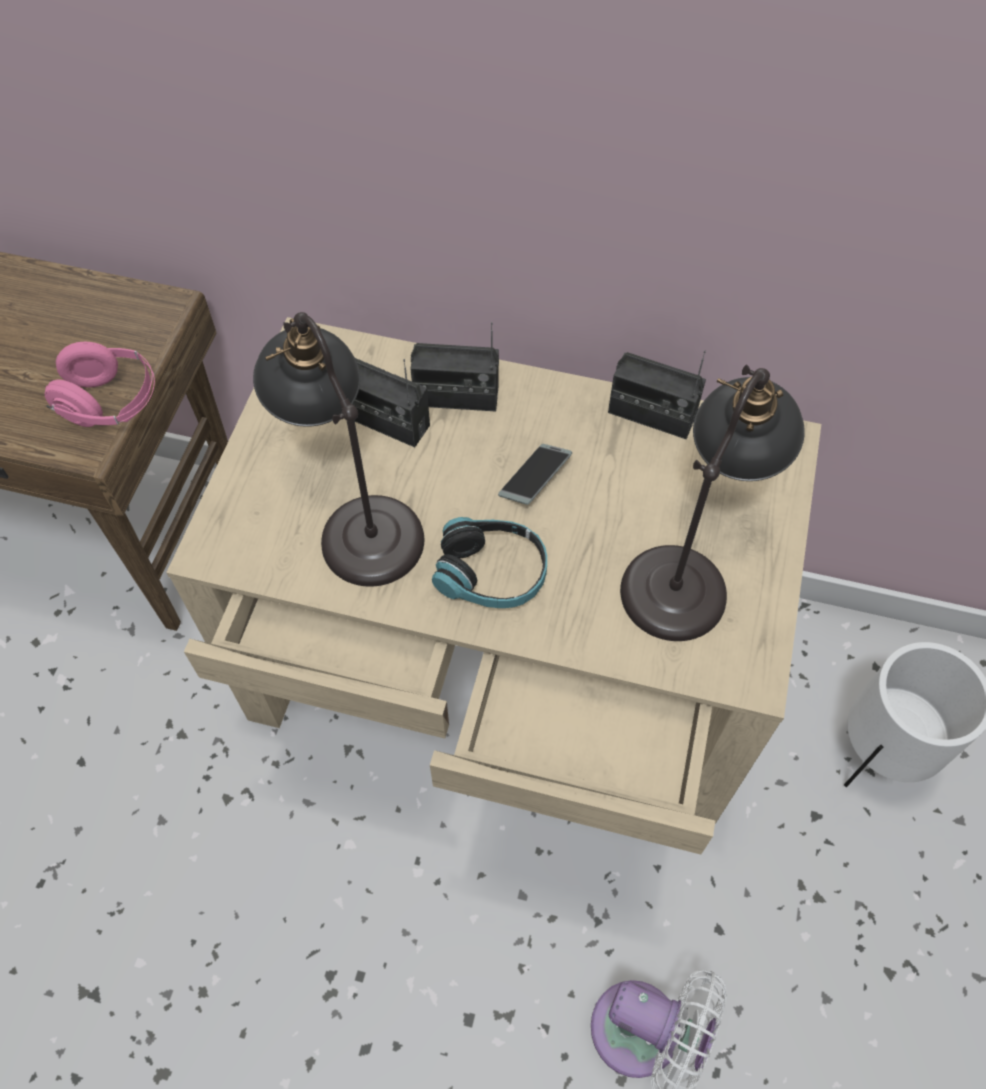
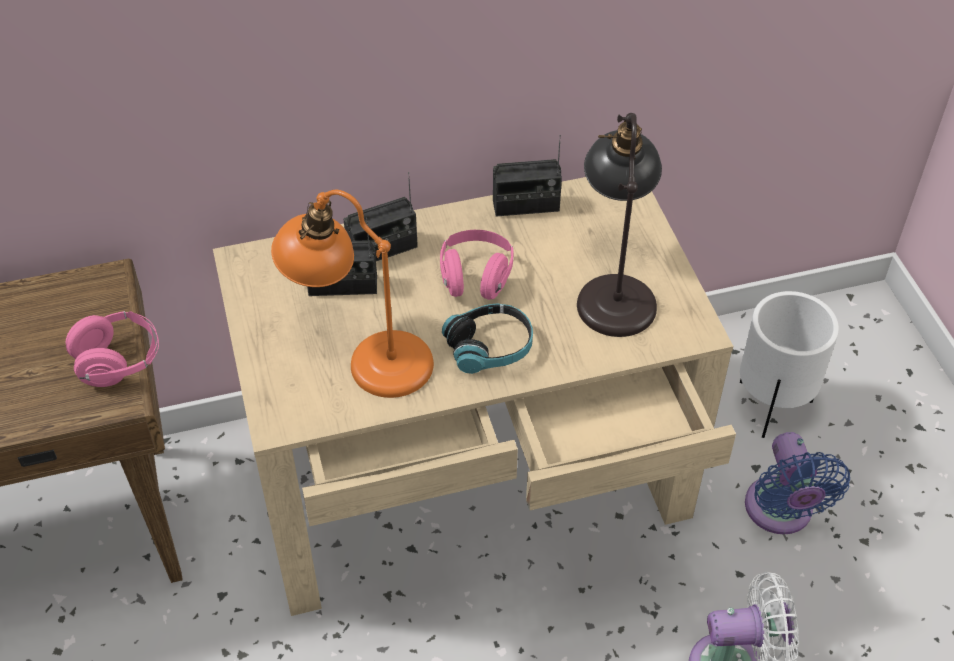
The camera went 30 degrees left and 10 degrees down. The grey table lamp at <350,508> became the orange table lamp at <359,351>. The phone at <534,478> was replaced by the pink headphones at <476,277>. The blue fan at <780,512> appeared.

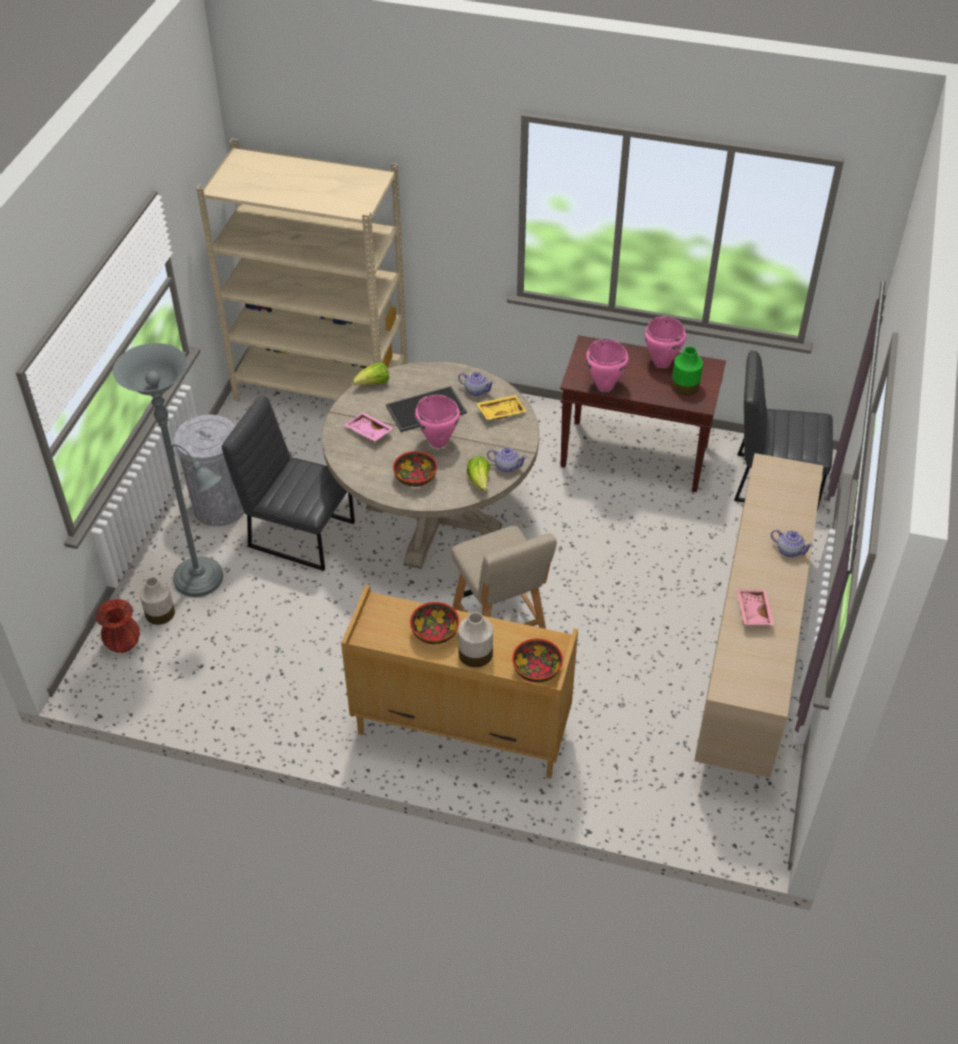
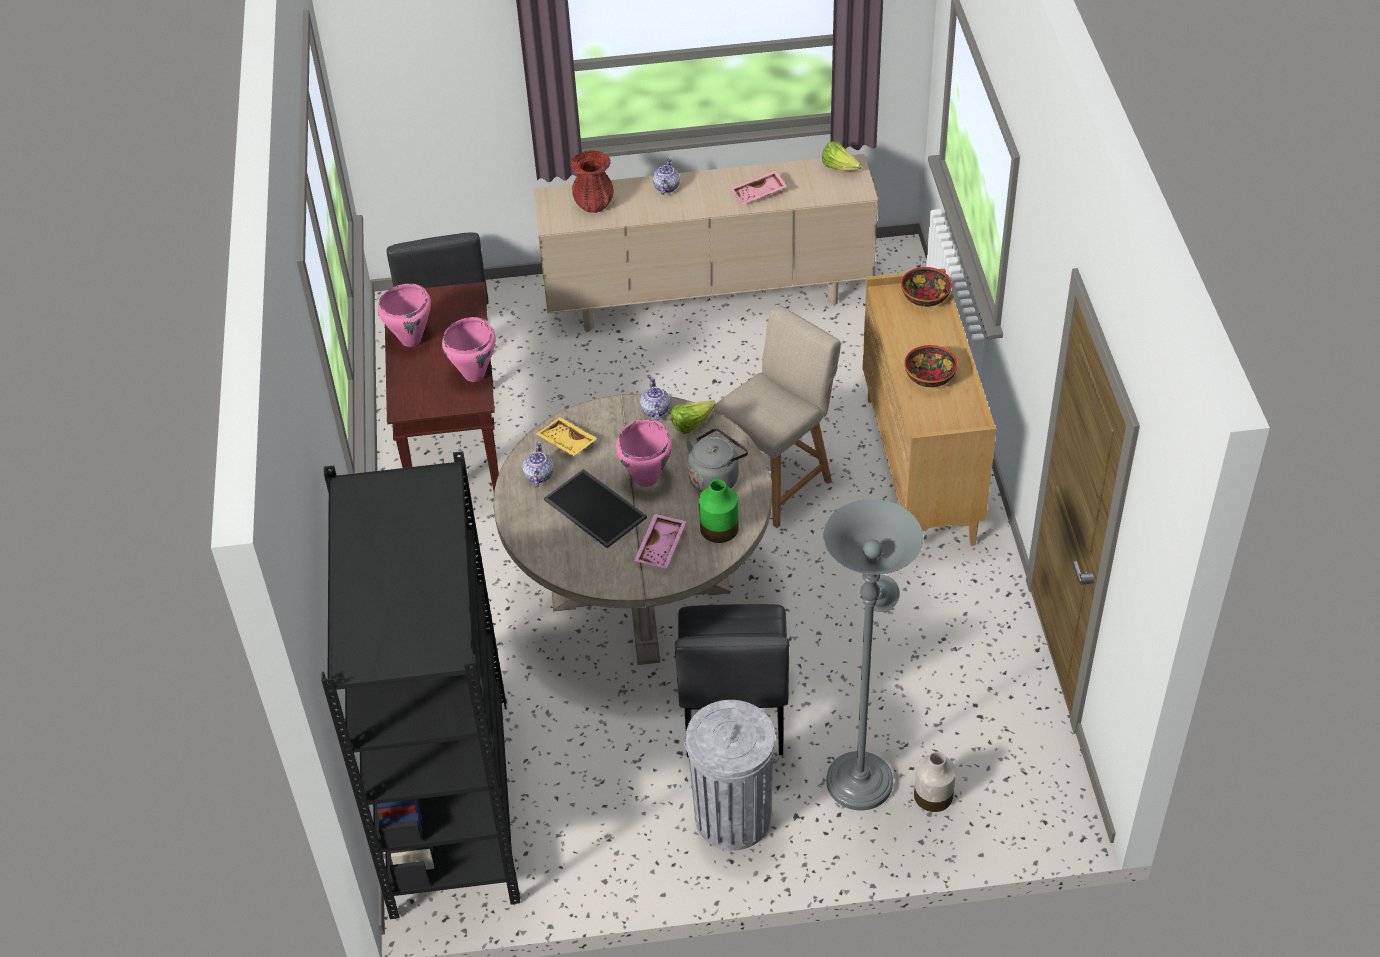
The camera went 110 degrees left and 0 degrees up. The beige bookcase at <322,387> became the black bookcase at <450,805>. The red vase moved from <123,643> to <594,204>. The bowl at <415,478> was replaced by the grey kettle at <716,478>. The green vase moved from <685,386> to <719,528>. The lettuce moved from <373,384> to <839,167>. The beige vase at <476,653> disappeared.

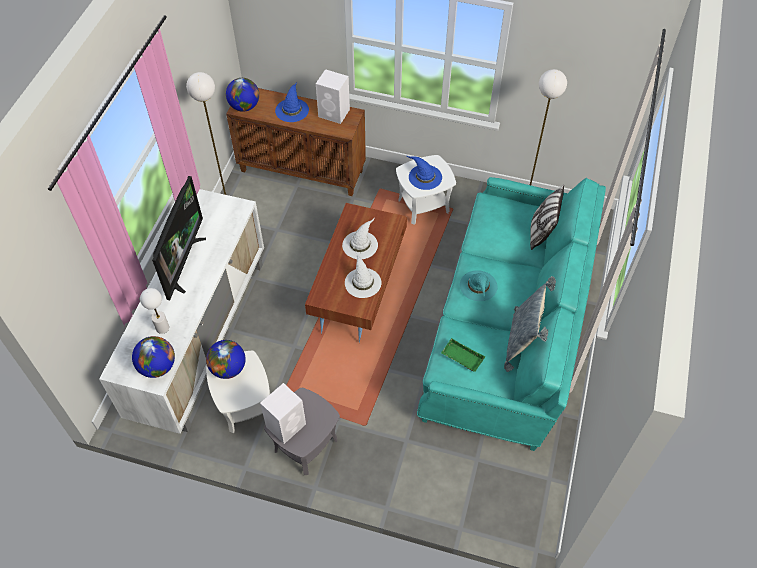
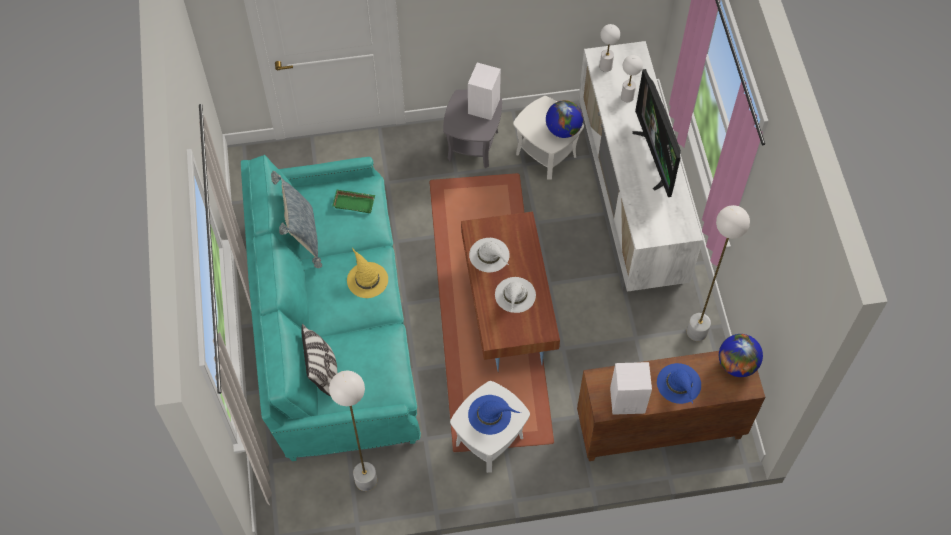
The camera went 155 degrees right and 5 degrees up. The turquoise hat at <478,286> became the yellow hat at <367,279>. The globe at <157,367> was replaced by the white table lamp at <605,66>.

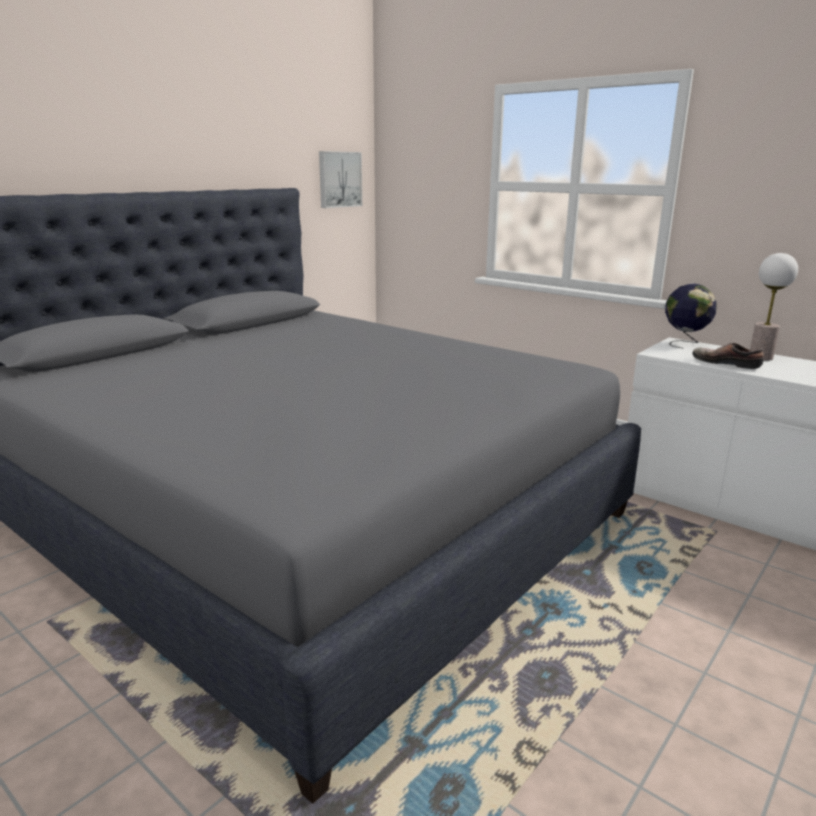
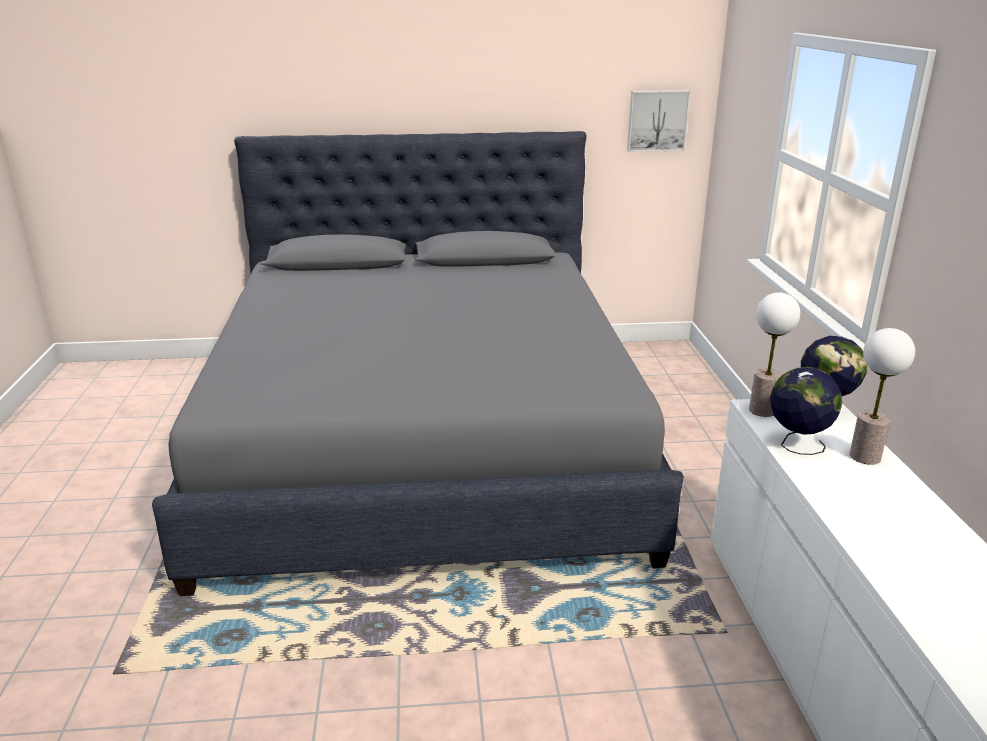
The camera went 45 degrees right and 5 degrees up. The table lamp at <762,410> appeared. The shoe at <726,363> was replaced by the globe at <797,445>.

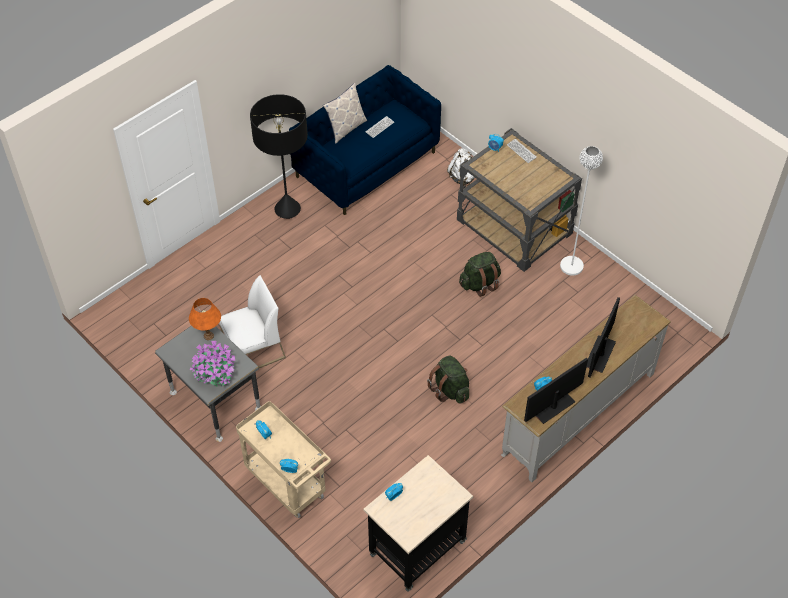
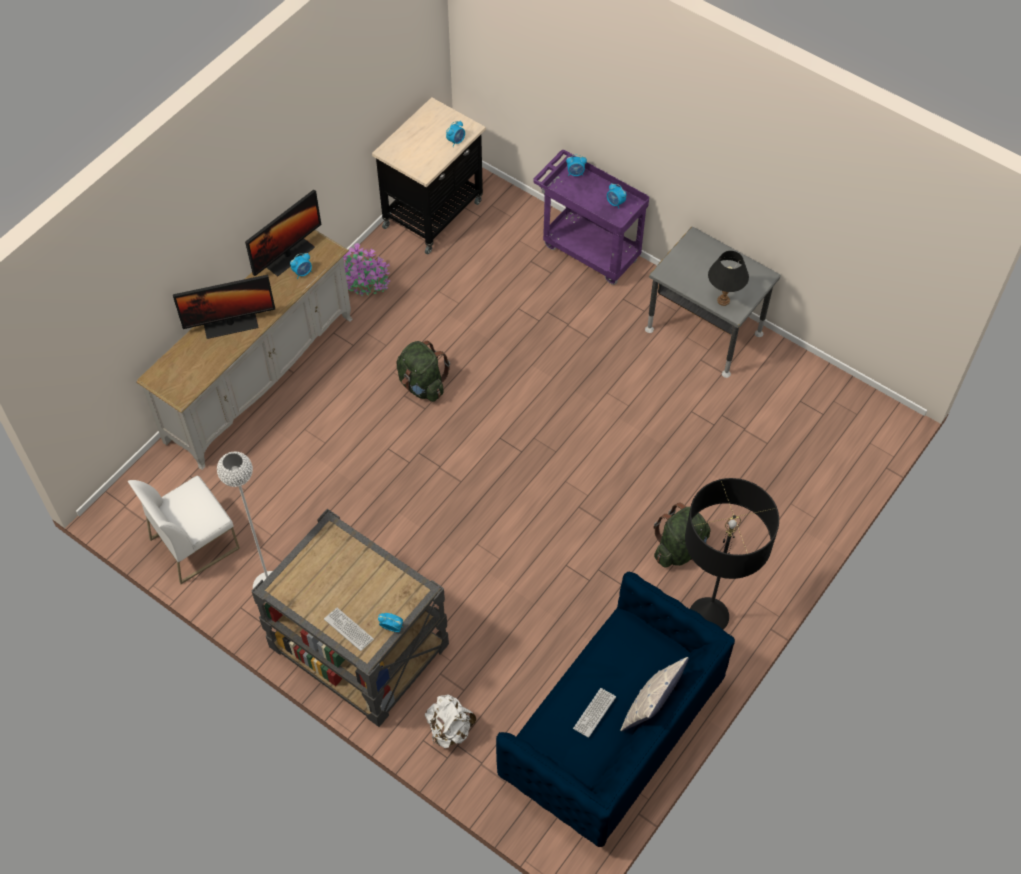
The camera went 170 degrees right and 5 degrees up. The white chair moved from <254,350> to <195,543>. The monitor at <600,354> turned 60 degrees clockwise. The potted plant moved from <215,373> to <365,282>. The beige cart at <288,486> became the purple cart at <587,252>. The green backpack moved from <479,284> to <679,549>. The orange table lamp at <208,336> became the black table lamp at <723,300>.

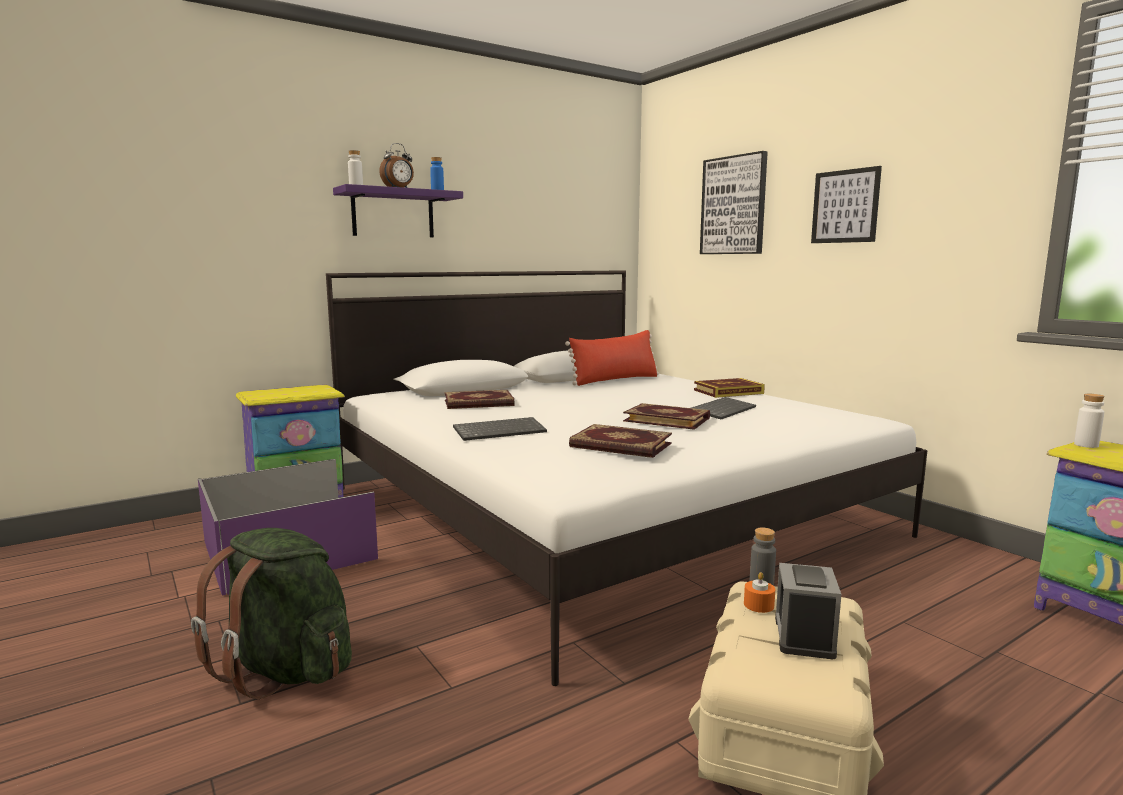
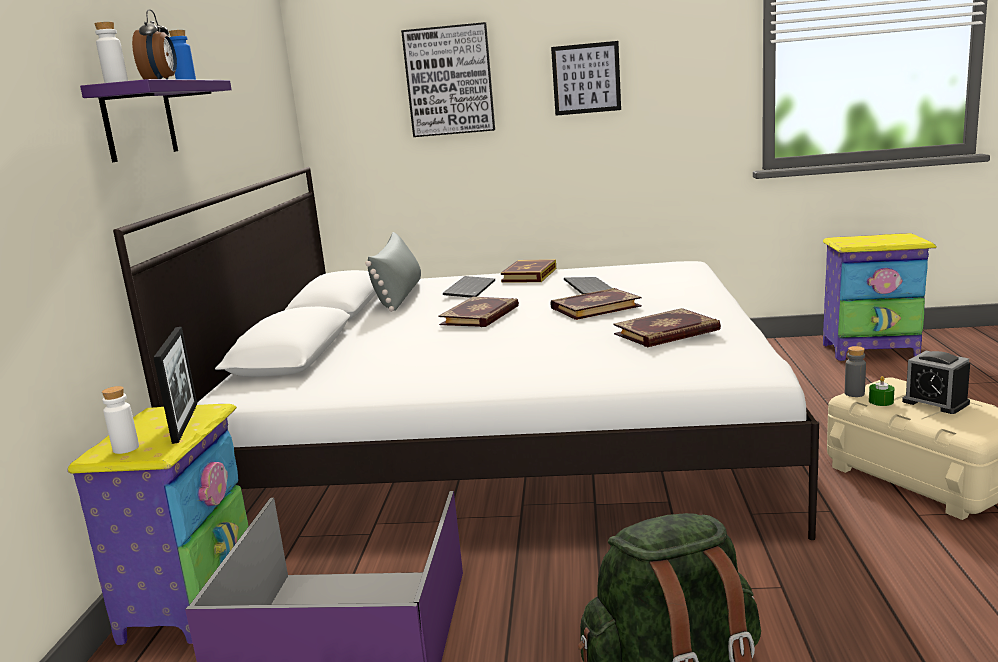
The camera went 50 degrees left and 5 degrees up. The white bottle moved from <1086,445> to <126,448>. The picture frame at <185,422> appeared. The red pillow at <615,380> became the grey pillow at <399,296>. The book moved from <479,403> to <481,315>. The keyboard moved from <500,431> to <469,289>. The orange candle at <758,605> became the green candle at <881,401>.

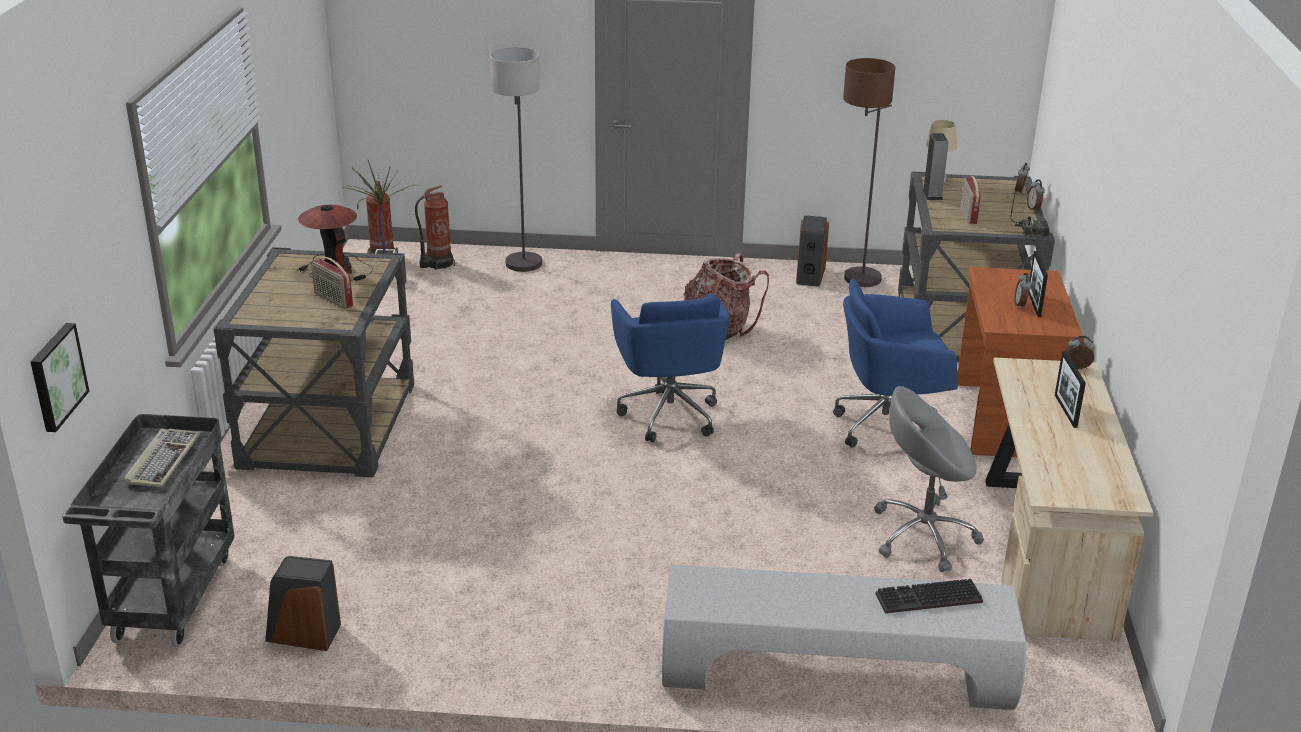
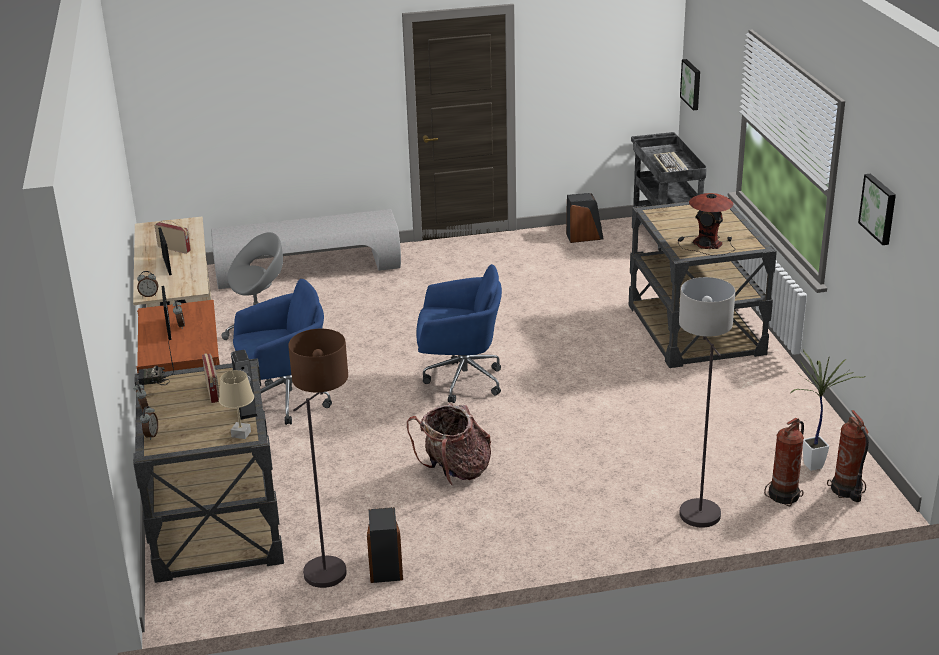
The camera went 165 degrees right and 0 degrees up. The radio moved from <333,300> to <174,249>. The blue office chair at <668,414> turned 120 degrees clockwise. The picture at <879,208> appeared. The keyboard at <927,600> disappeared.

